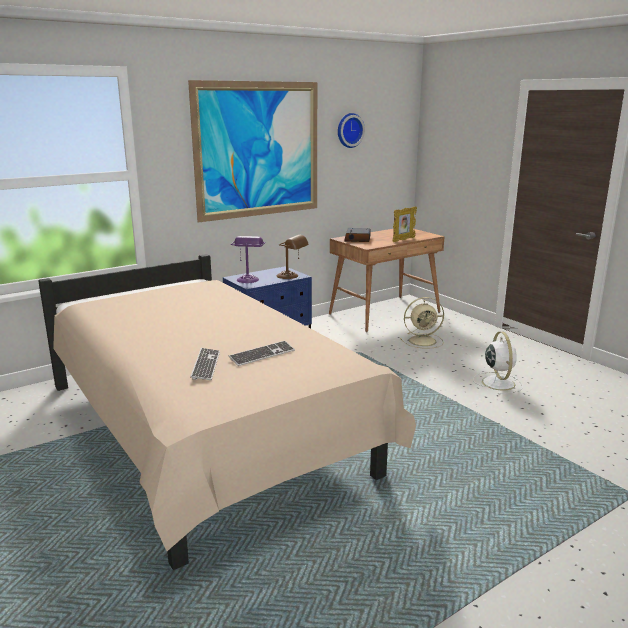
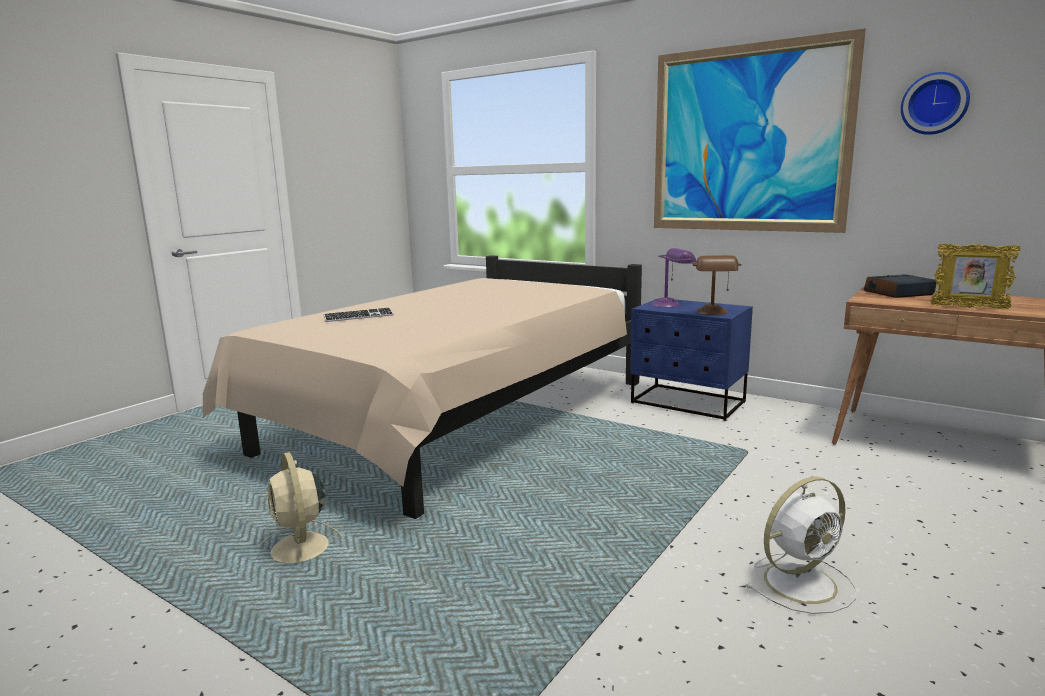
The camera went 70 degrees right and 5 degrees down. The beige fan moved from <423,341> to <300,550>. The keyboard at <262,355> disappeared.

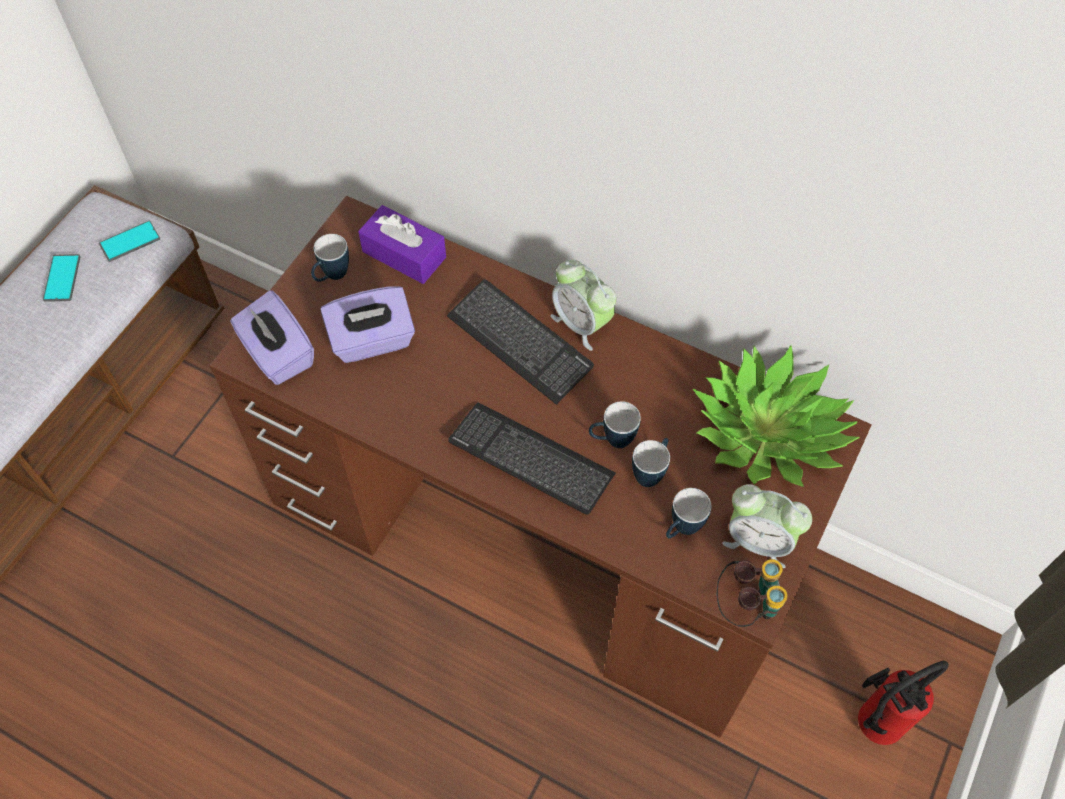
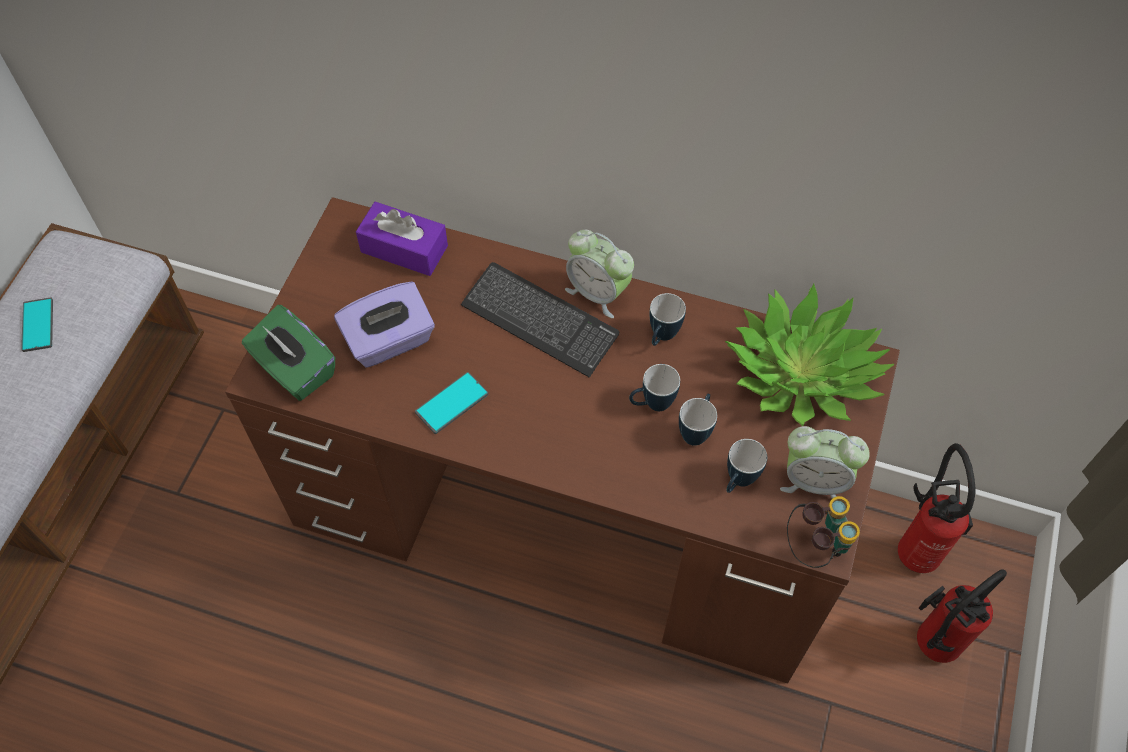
The camera went 10 degrees left and 0 degrees up. The purple tissue box at <278,354> became the green tissue box at <295,369>. The phone moved from <130,242> to <452,403>. The mug moved from <332,277> to <661,337>. The fire extinguisher at <917,548> appeared. The keyboard at <531,459> disappeared.

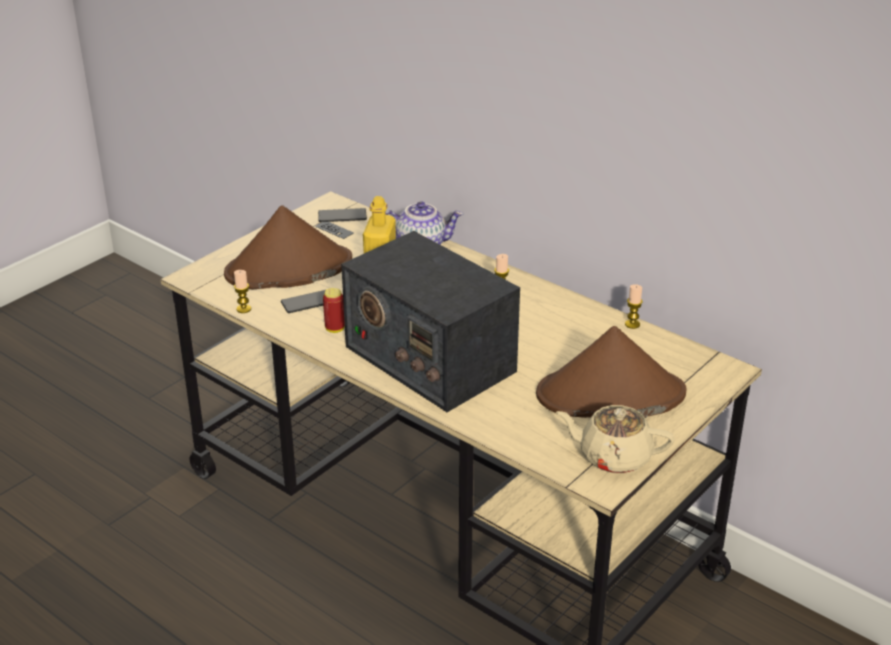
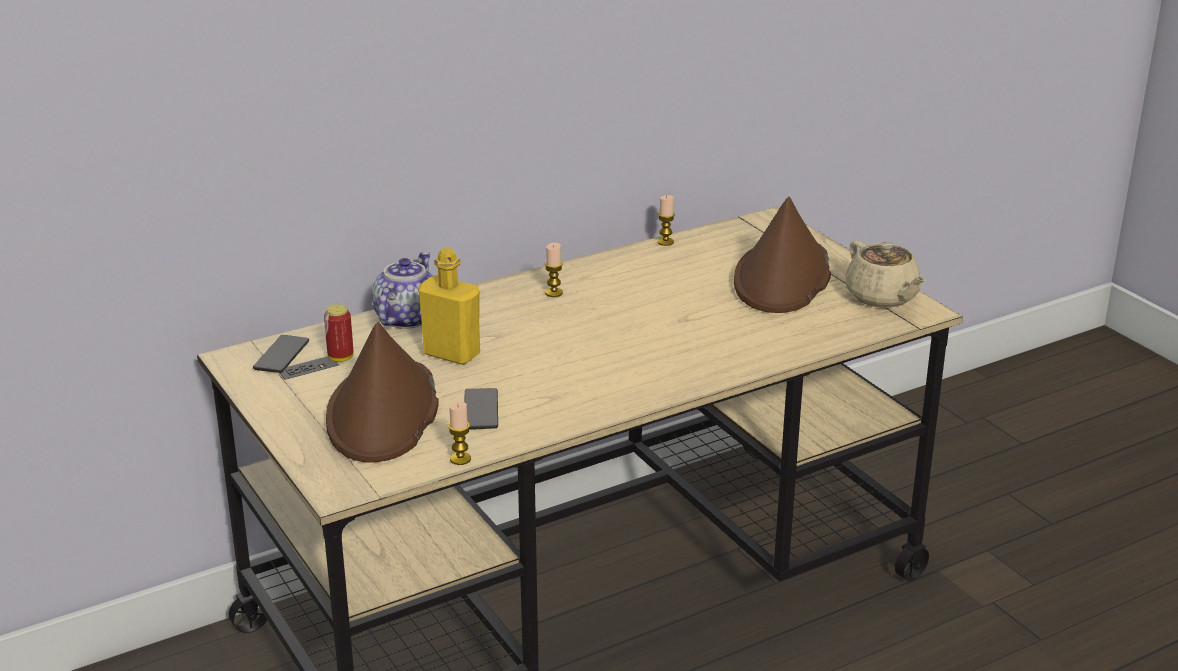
The camera went 70 degrees left and 5 degrees down. The can moved from <335,329> to <340,358>. The beige teapot at <613,456> turned 60 degrees counterclockwise. The radio at <429,358> disappeared.

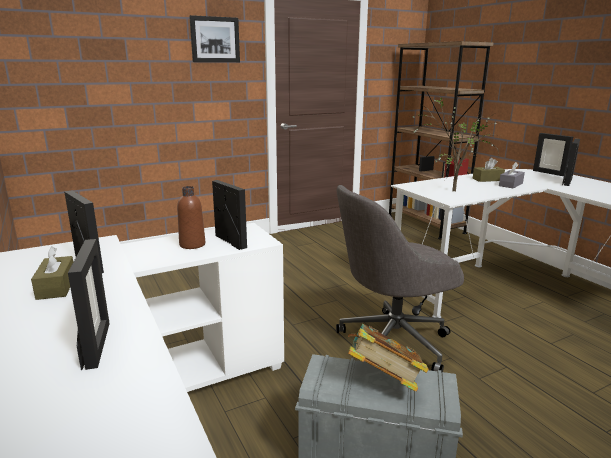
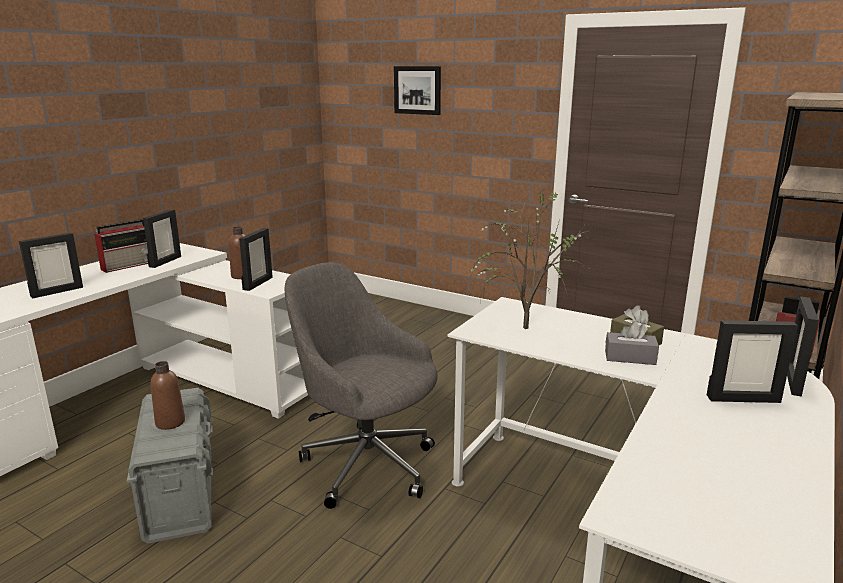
The camera went 60 degrees right and 0 degrees up. The brown tissue box at <56,286> was replaced by the radio at <128,265>. The book at <383,380> was replaced by the brown bottle at <170,422>. The picture moved from <215,39> to <417,90>.

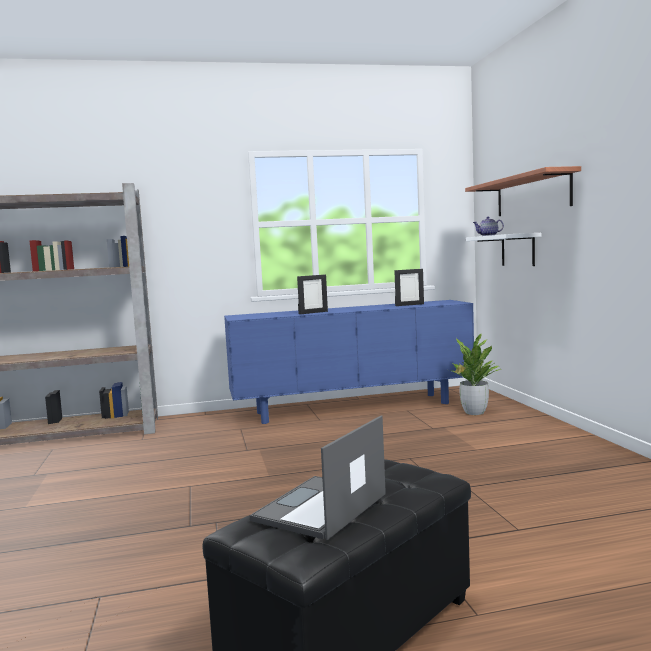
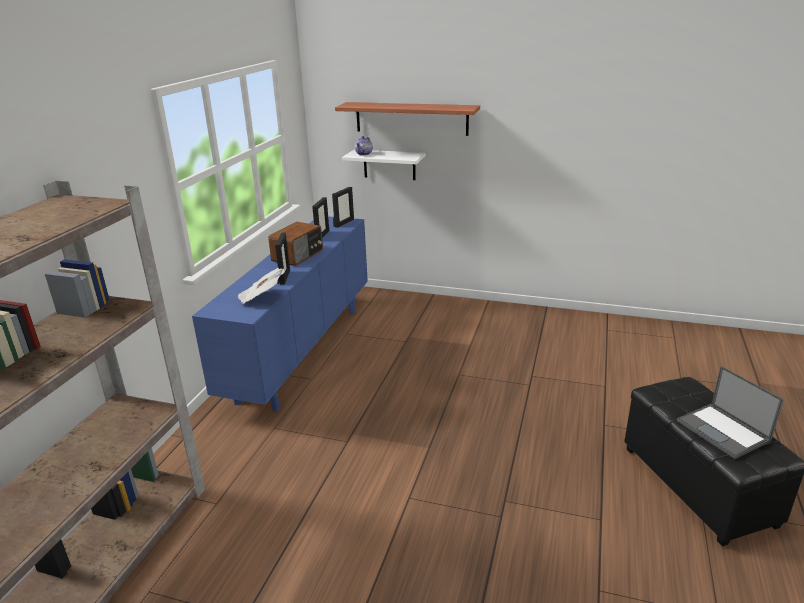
The camera went 60 degrees left and 20 degrees up. The newspaper at <261,297> appeared. The radio at <298,255> appeared. The picture frame at <344,223> appeared. The potted plant at <474,412> disappeared.

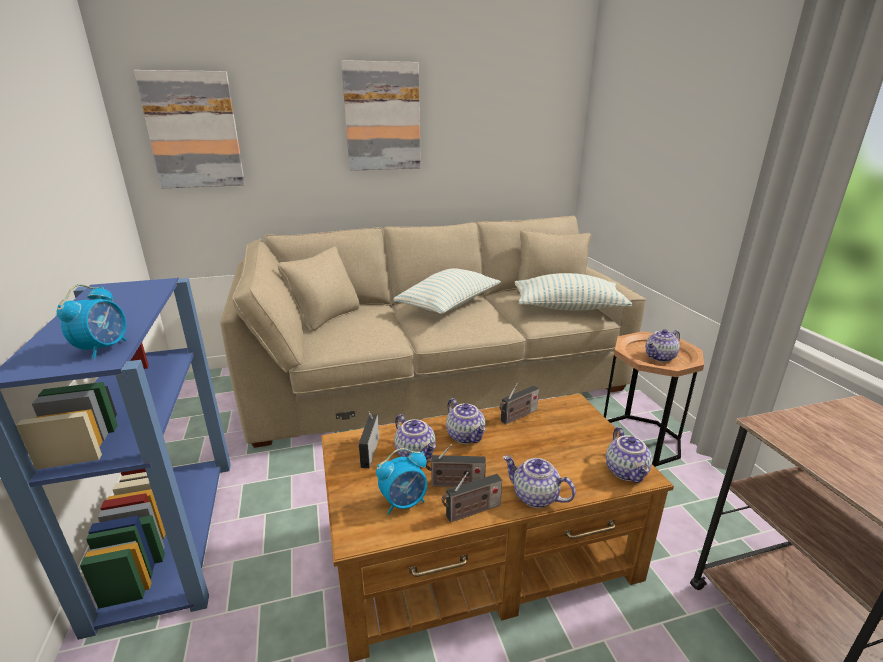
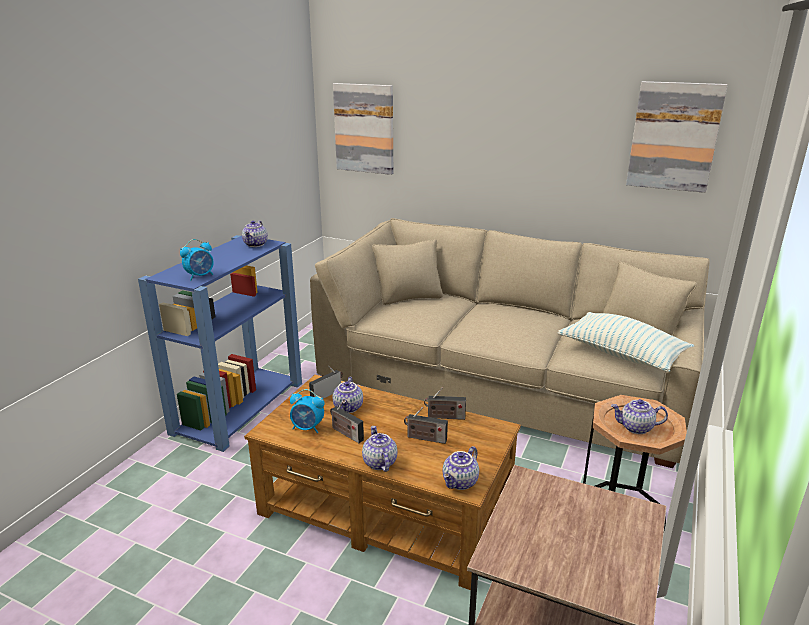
The camera went 40 degrees right and 0 degrees up. The teapot moved from <466,436> to <256,244>. The radio moved from <471,512> to <425,438>. The picture moved from <382,117> to <674,136>. The pillow at <449,305> disappeared.

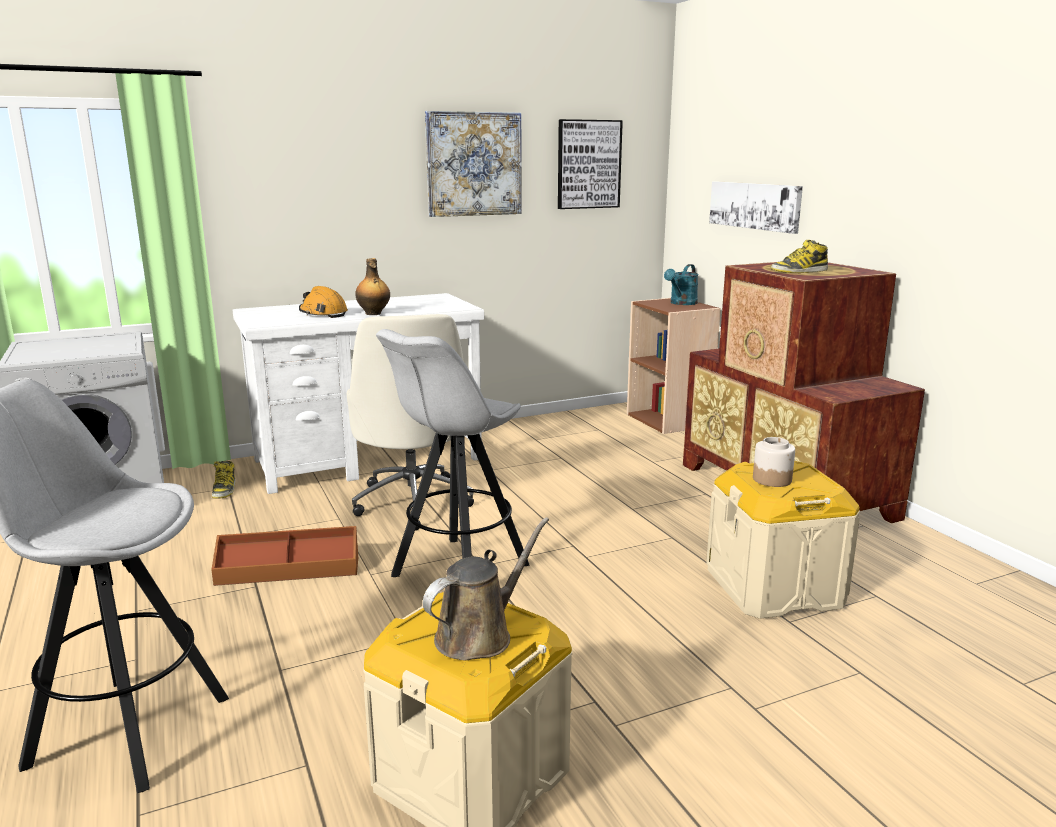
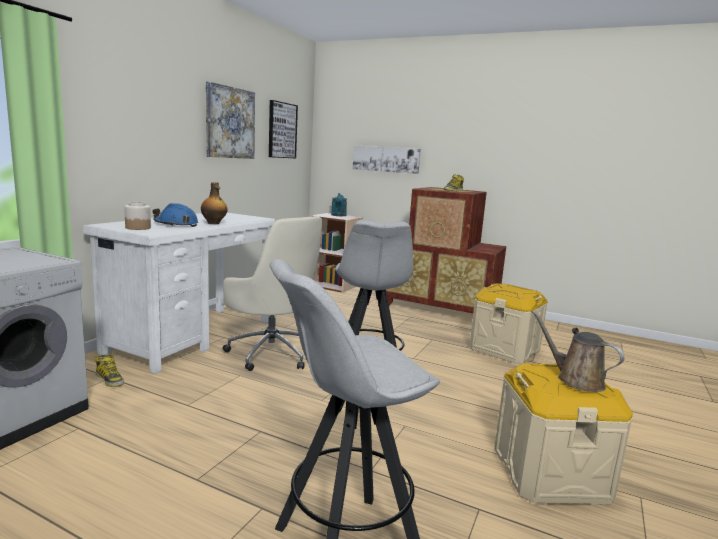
The camera went 40 degrees left and 5 degrees down. The jar moved from <772,479> to <138,228>. The orange hard hat at <323,313> became the blue hard hat at <176,225>. The brown watering can at <479,635> turned 45 degrees counterclockwise. The brown storage box at <288,570> disappeared.

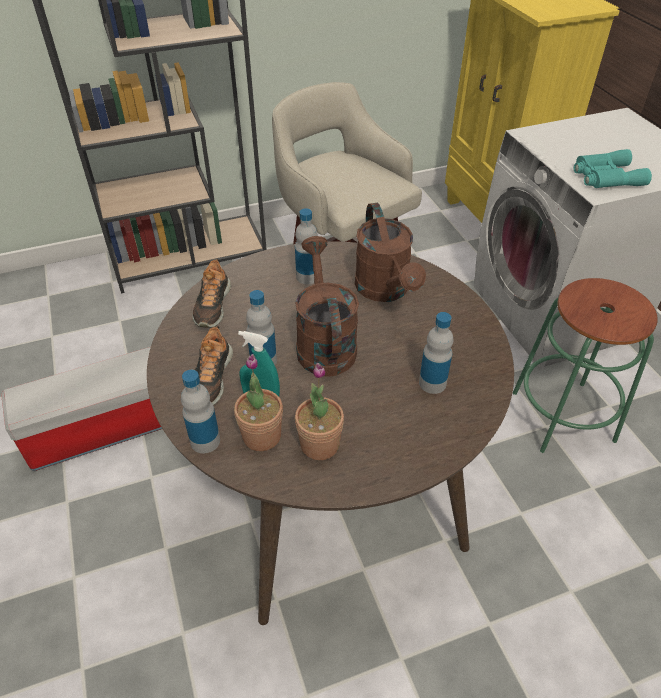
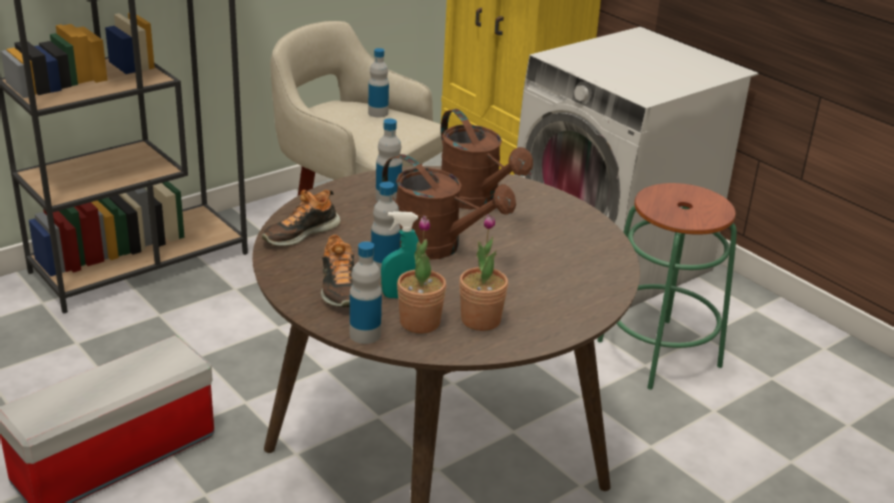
The camera went 20 degrees left and 15 degrees down. The shoe at <212,305> turned 60 degrees clockwise. The bottle moved from <432,383> to <378,113>. The brown watering can at <324,343> turned 150 degrees clockwise. The turquoise binoculars at <605,176> disappeared.

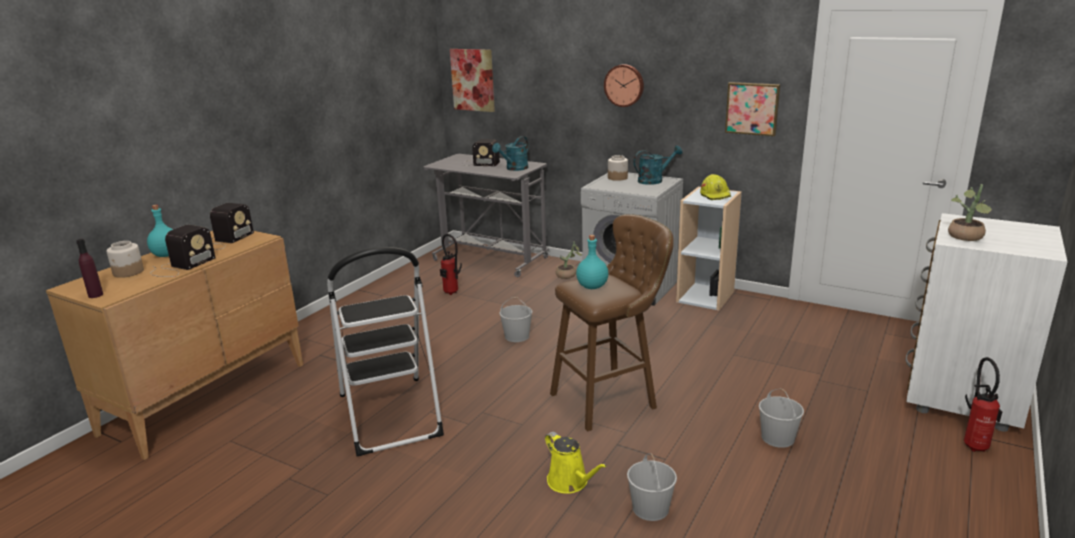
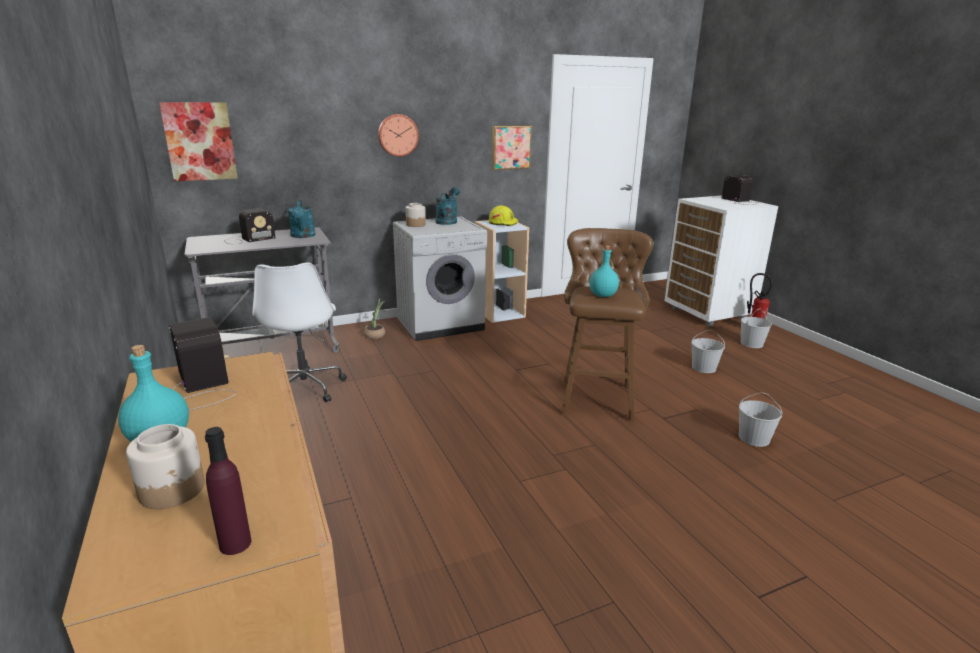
The camera went 55 degrees left and 0 degrees up. The fire extinguisher at <452,293> was replaced by the white office chair at <304,389>. The radio moved from <181,266> to <740,201>. The white bucket moved from <517,336> to <751,343>. The step ladder at <389,417> disappeared. The yellow watering can at <570,482> disappeared. The potted plant at <966,237> disappeared.

